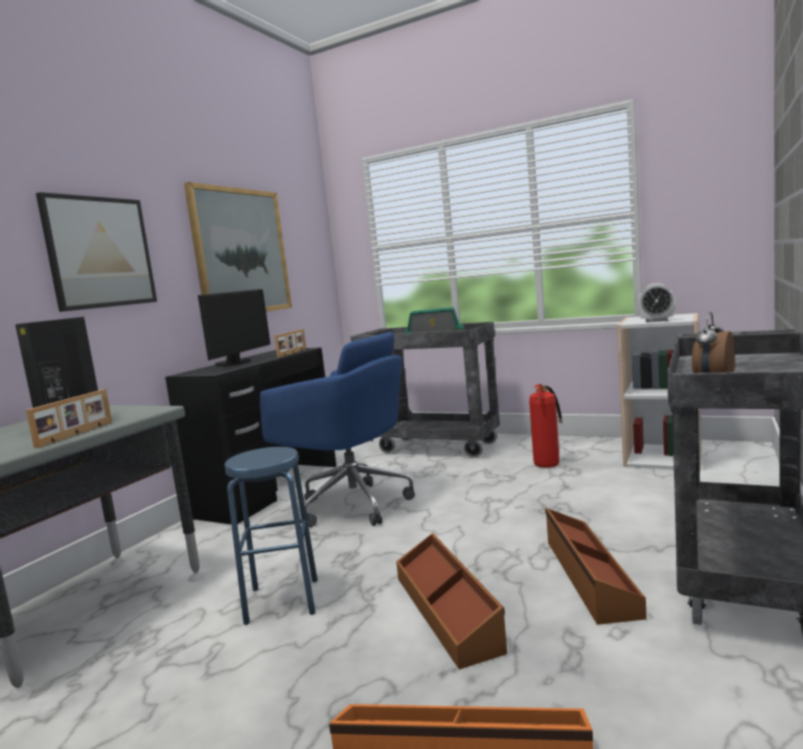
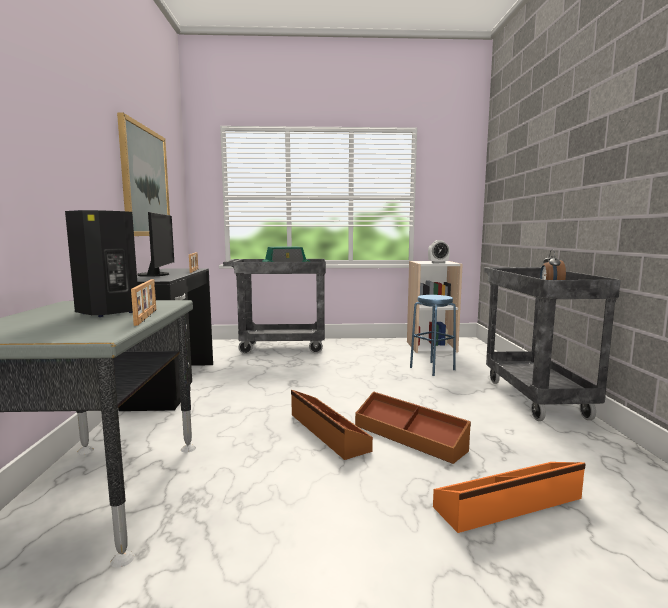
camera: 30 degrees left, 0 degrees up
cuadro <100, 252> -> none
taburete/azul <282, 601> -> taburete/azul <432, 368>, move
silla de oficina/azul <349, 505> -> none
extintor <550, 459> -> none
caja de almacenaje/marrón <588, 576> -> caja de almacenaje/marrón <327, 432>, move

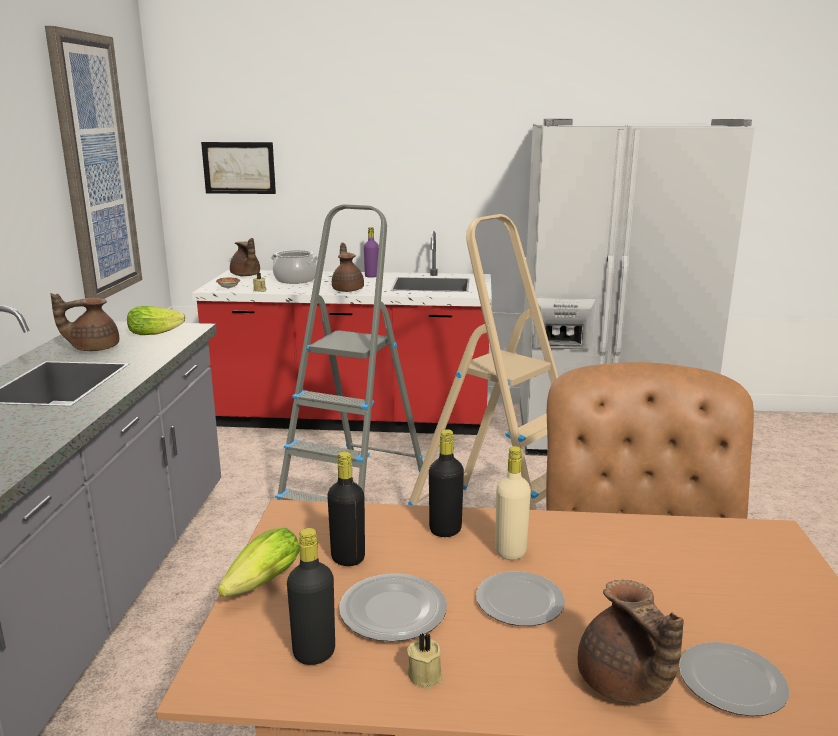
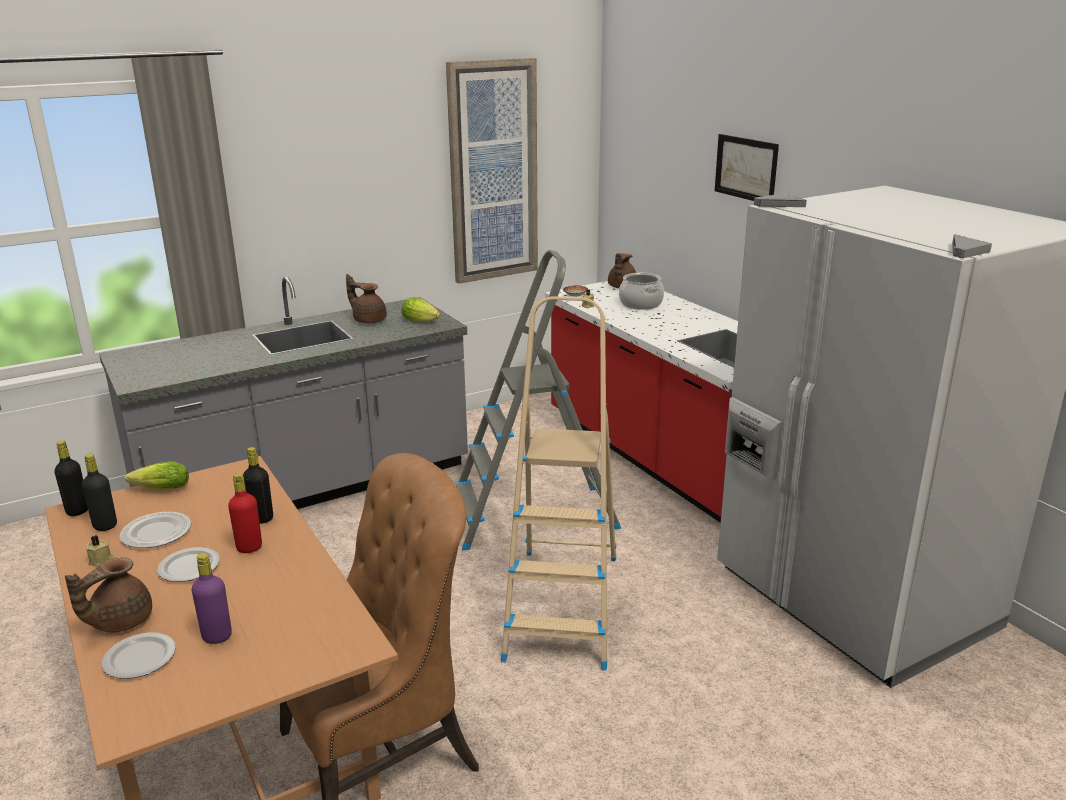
camera: 55 degrees right, 5 degrees up
cuadro <239, 168> -> cuadro <746, 168>, move
botella/negro <348, 558> -> botella/negro <77, 511>, move
tetera/marrón <348, 290> -> none
botella/morado <371, 276> -> botella/morado <217, 636>, move
botella/beis <510, 552> -> botella/rojo <249, 547>

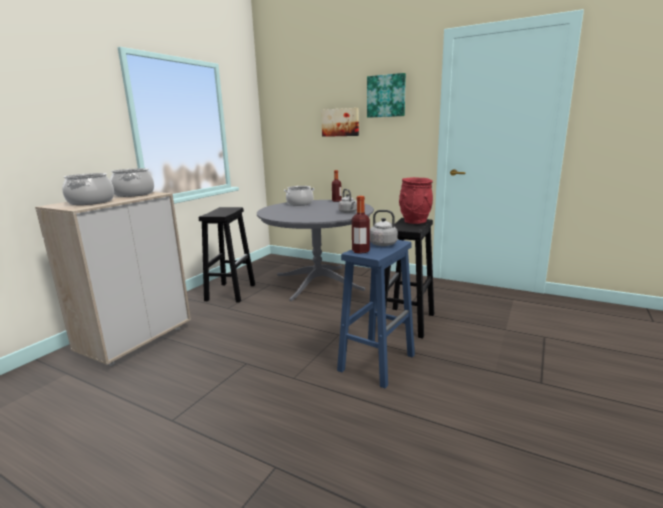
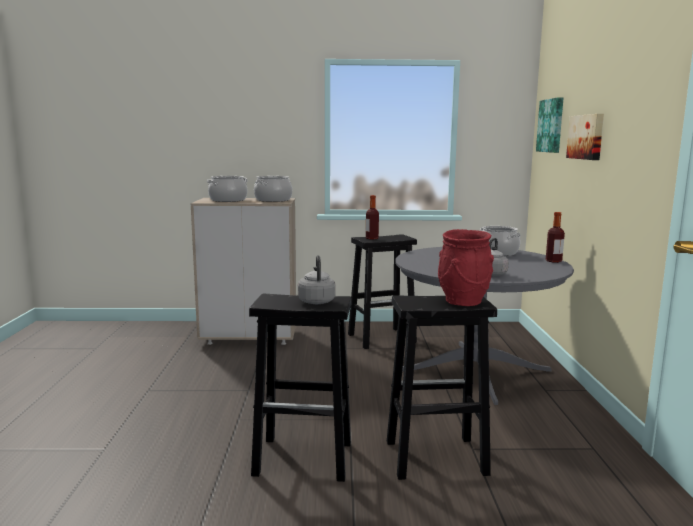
camera: 60 degrees right, 5 degrees down
taburete/azul <377, 362> -> taburete/negro <305, 458>
botella <360, 251> -> botella <372, 238>, move
cuadro <386, 96> -> cuadro <551, 125>, move

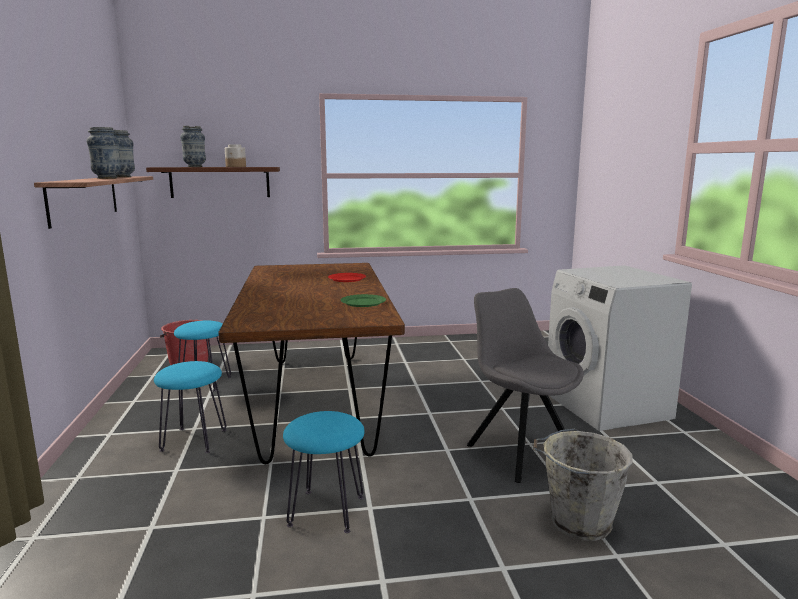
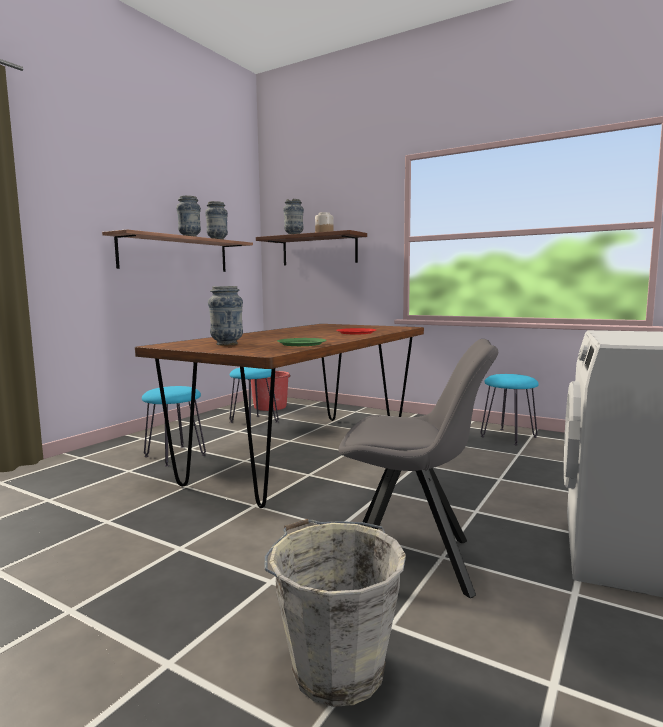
camera: 40 degrees right, 5 degrees down
taburete/turquesa <326, 511> -> taburete/turquesa <508, 437>, move
silla/gris <520, 452> -> silla/gris <411, 561>, 90 degrees clockwise
none -> florero <227, 344>

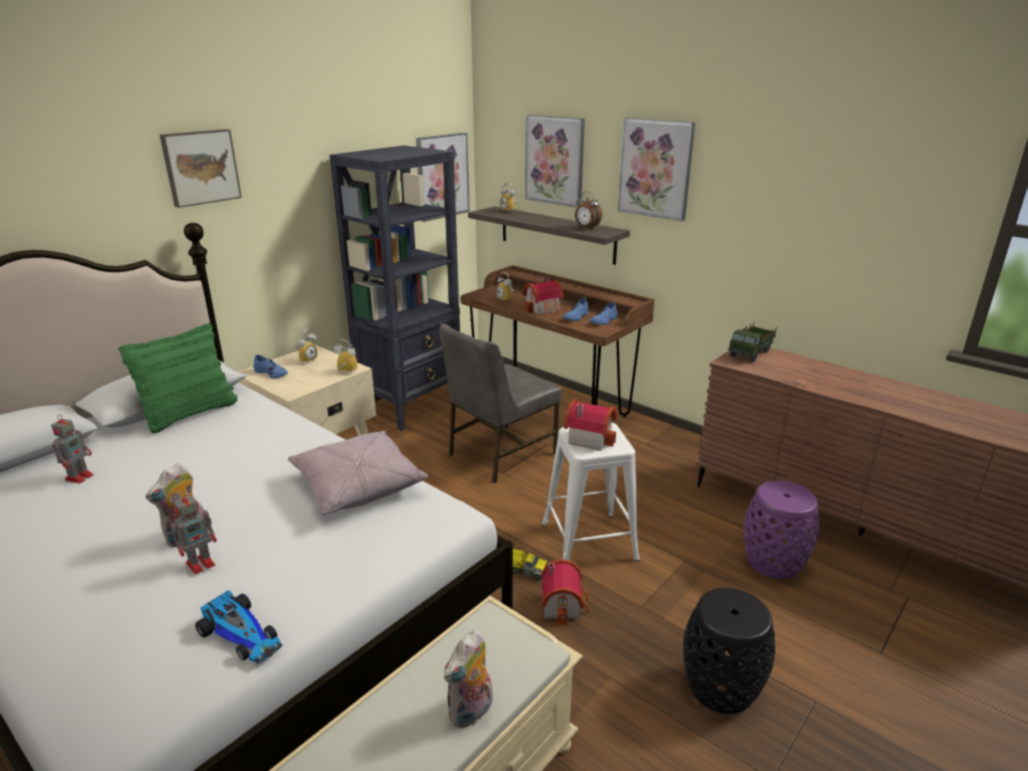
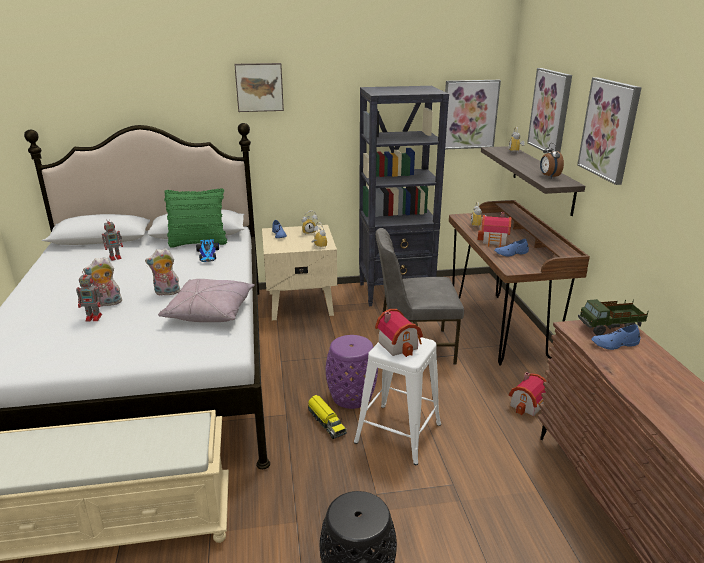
camera: 40 degrees right, 0 degrees up
coche de juguete <243, 634> -> coche de juguete <208, 255>, move
peluche <471, 712> -> peluche <166, 293>, move
casita <564, 604> -> casita <530, 405>, move
zapato/azul <603, 321> -> zapato/azul <614, 344>, move
taburete/morado <773, 562> -> taburete/morado <351, 397>, move

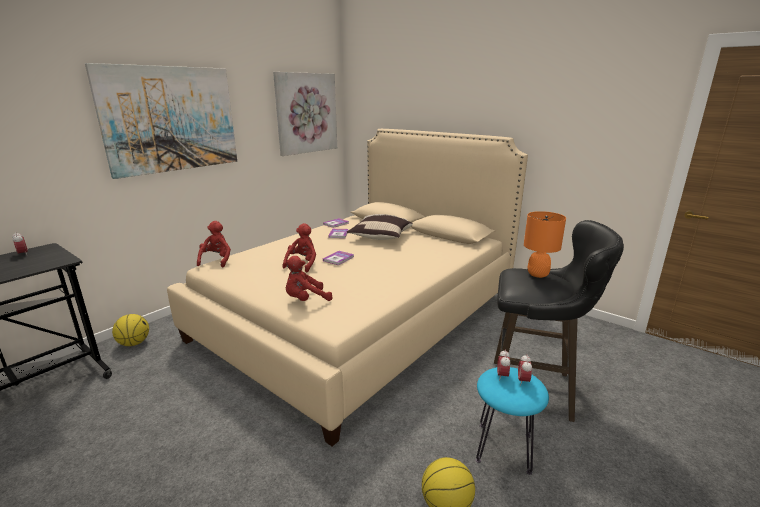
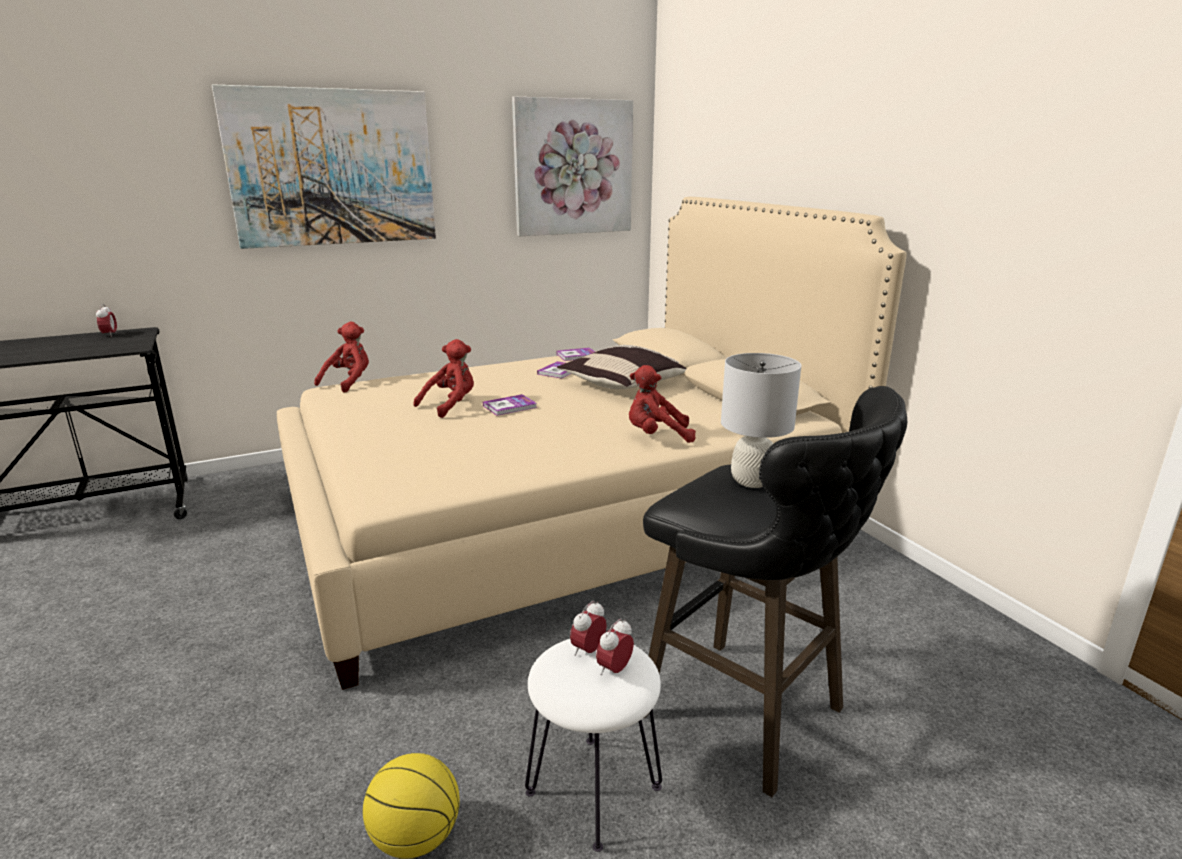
camera: 25 degrees right, 0 degrees up
balón de baloncesto <134, 343> -> none
peluche/rojo <306, 300> -> peluche/rojo <656, 436>, move
taburete/turquesa <504, 448> -> taburete/blanco <593, 790>
lámpara de mesa/naranja <538, 275> -> lámpara de mesa/gris <754, 483>

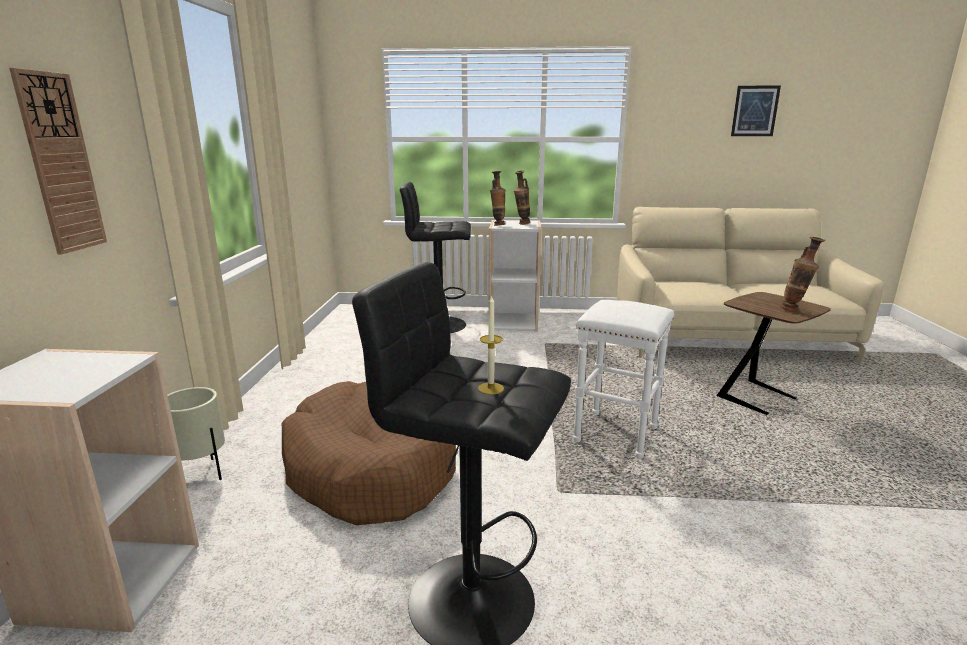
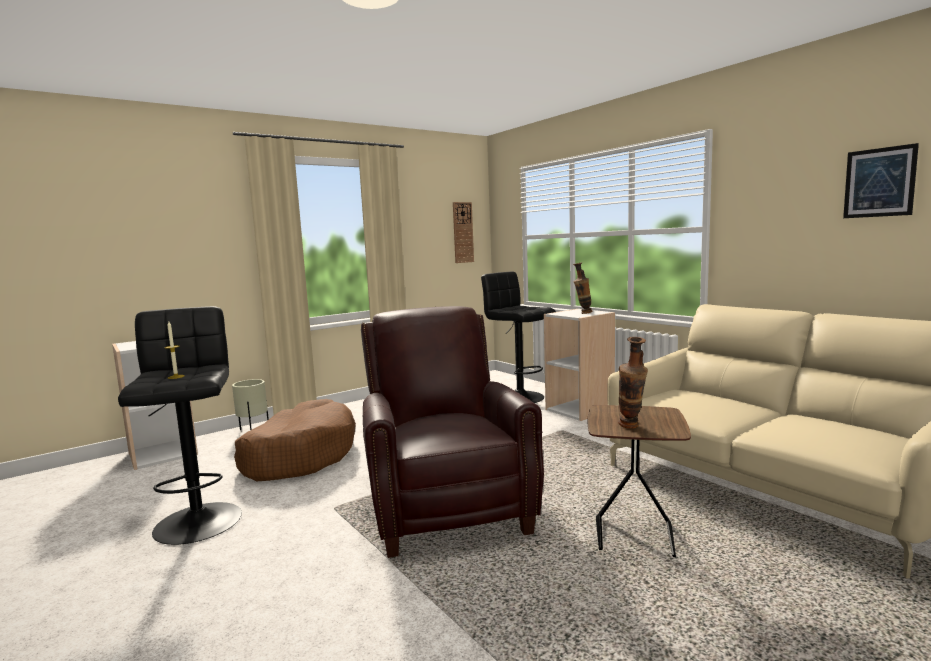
camera: 50 degrees right, 10 degrees down
reloj de pared <60, 163> -> reloj de pared <463, 232>, move
florero <498, 225> -> none
taburete/blanco <614, 433> -> sillón/marrón <445, 499>

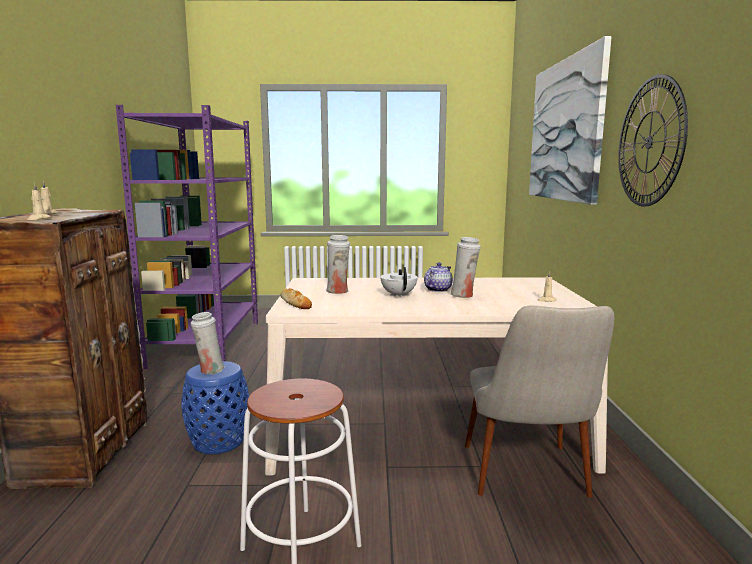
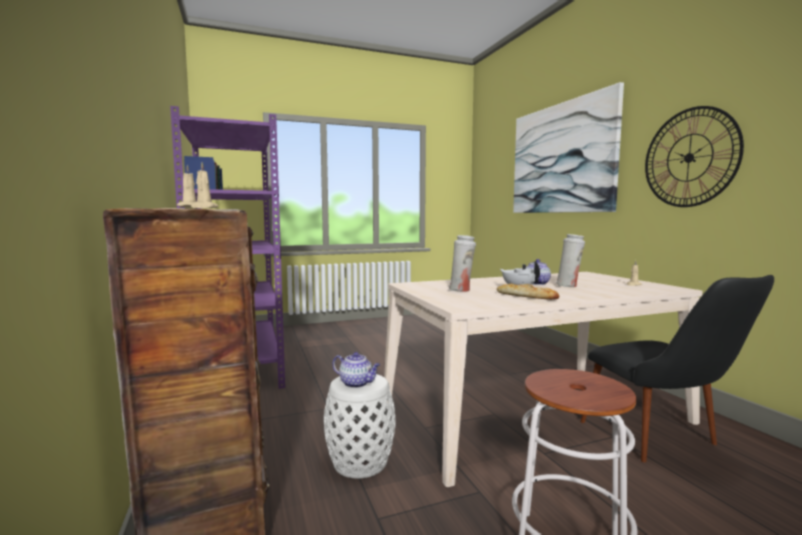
camera: 20 degrees left, 5 degrees down
taburete/azul <219, 442> -> taburete/blanco <360, 462>
florero/blanco <209, 370> -> tetera <357, 383>
pan <295, 303> -> pan <526, 296>, move
silla/beis <529, 482> -> silla/negro <663, 442>

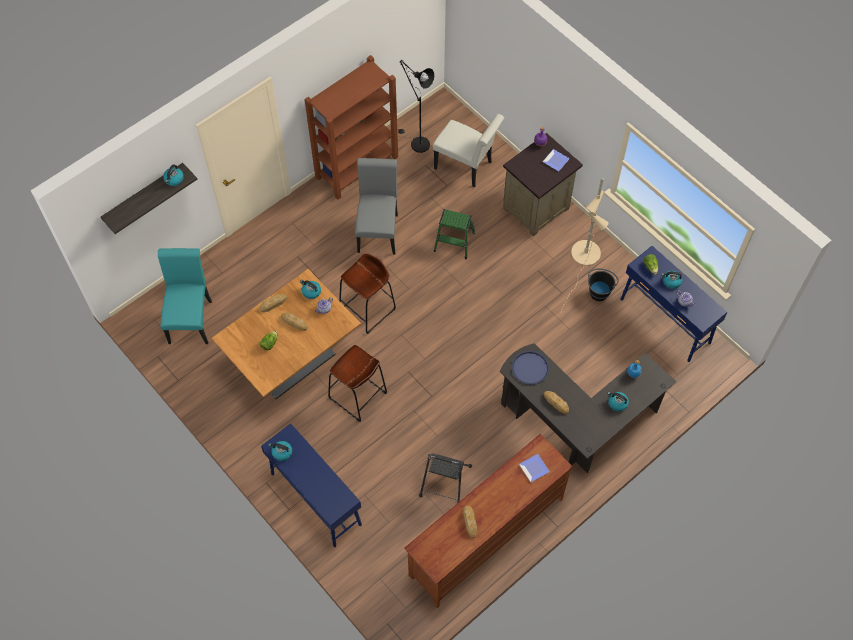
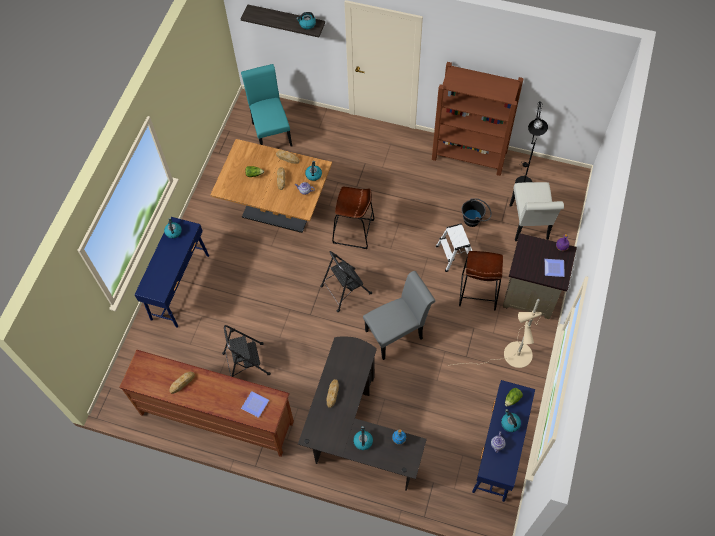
camera: 60 degrees right, 0 degrees up
silla/turquesa <191, 318> -> silla/turquesa <271, 131>, 75 degrees counterclockwise
taburete/marrón <357, 395> -> taburete/marrón <478, 292>, move
silla/gris <378, 229> -> silla/gris <397, 333>, move
escalera de tijera/verde <454, 241> -> escalera de tijera/blanco <455, 255>
bandeja/azul <530, 368> -> none
cubo/negro <600, 290> -> cubo/negro <475, 219>, move
none -> escalera de tijera/negro <344, 290>

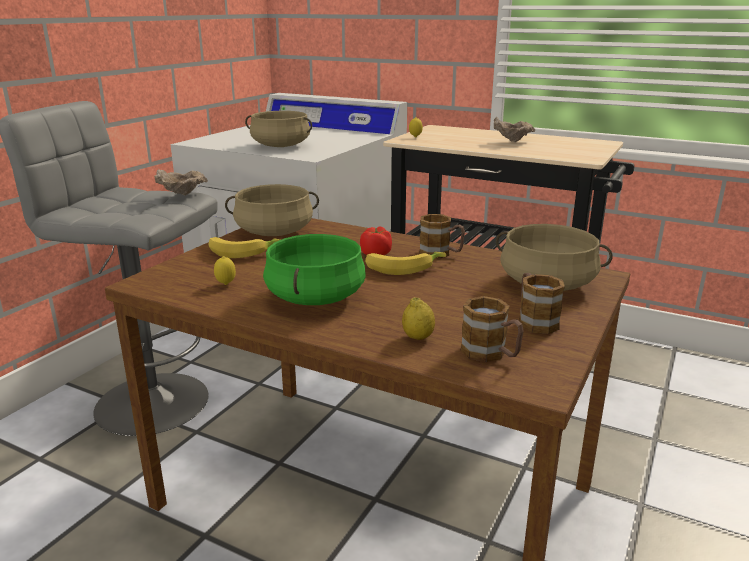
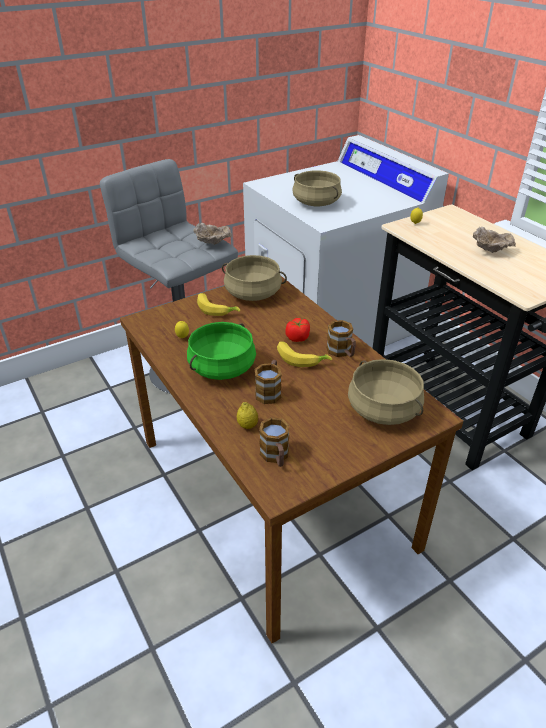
camera: 30 degrees right, 15 degrees up
taza grande <534, 320> -> taza grande <269, 391>, move

